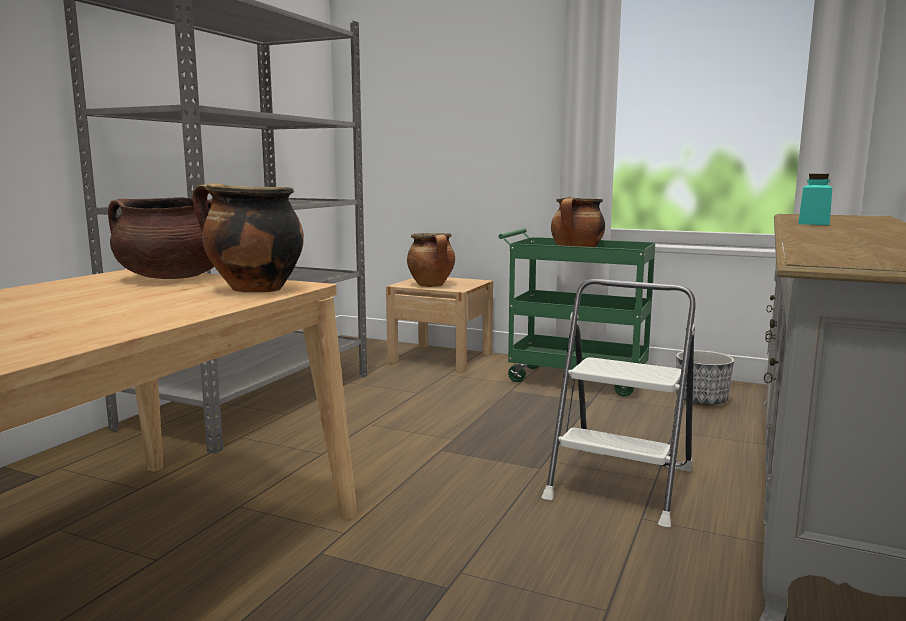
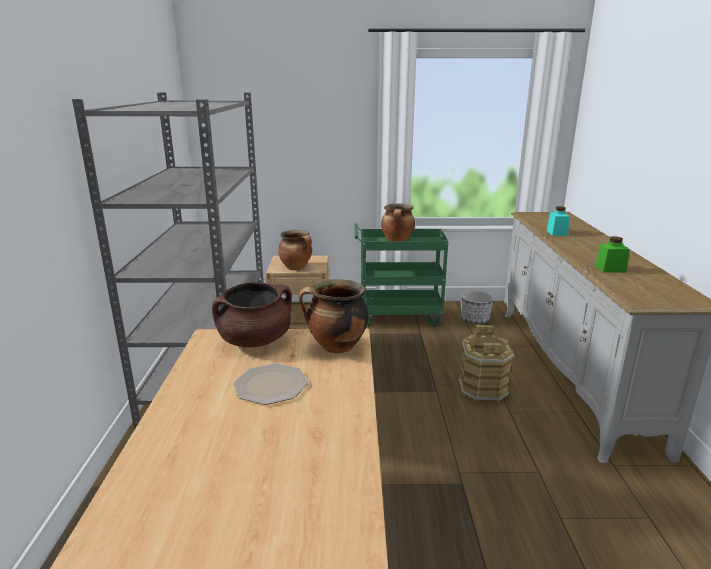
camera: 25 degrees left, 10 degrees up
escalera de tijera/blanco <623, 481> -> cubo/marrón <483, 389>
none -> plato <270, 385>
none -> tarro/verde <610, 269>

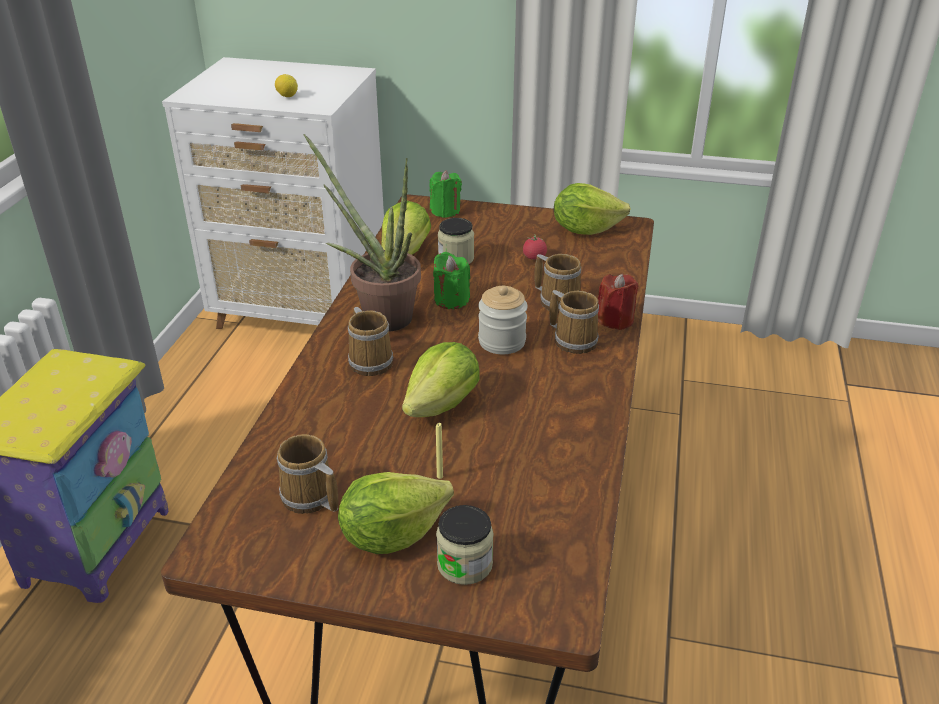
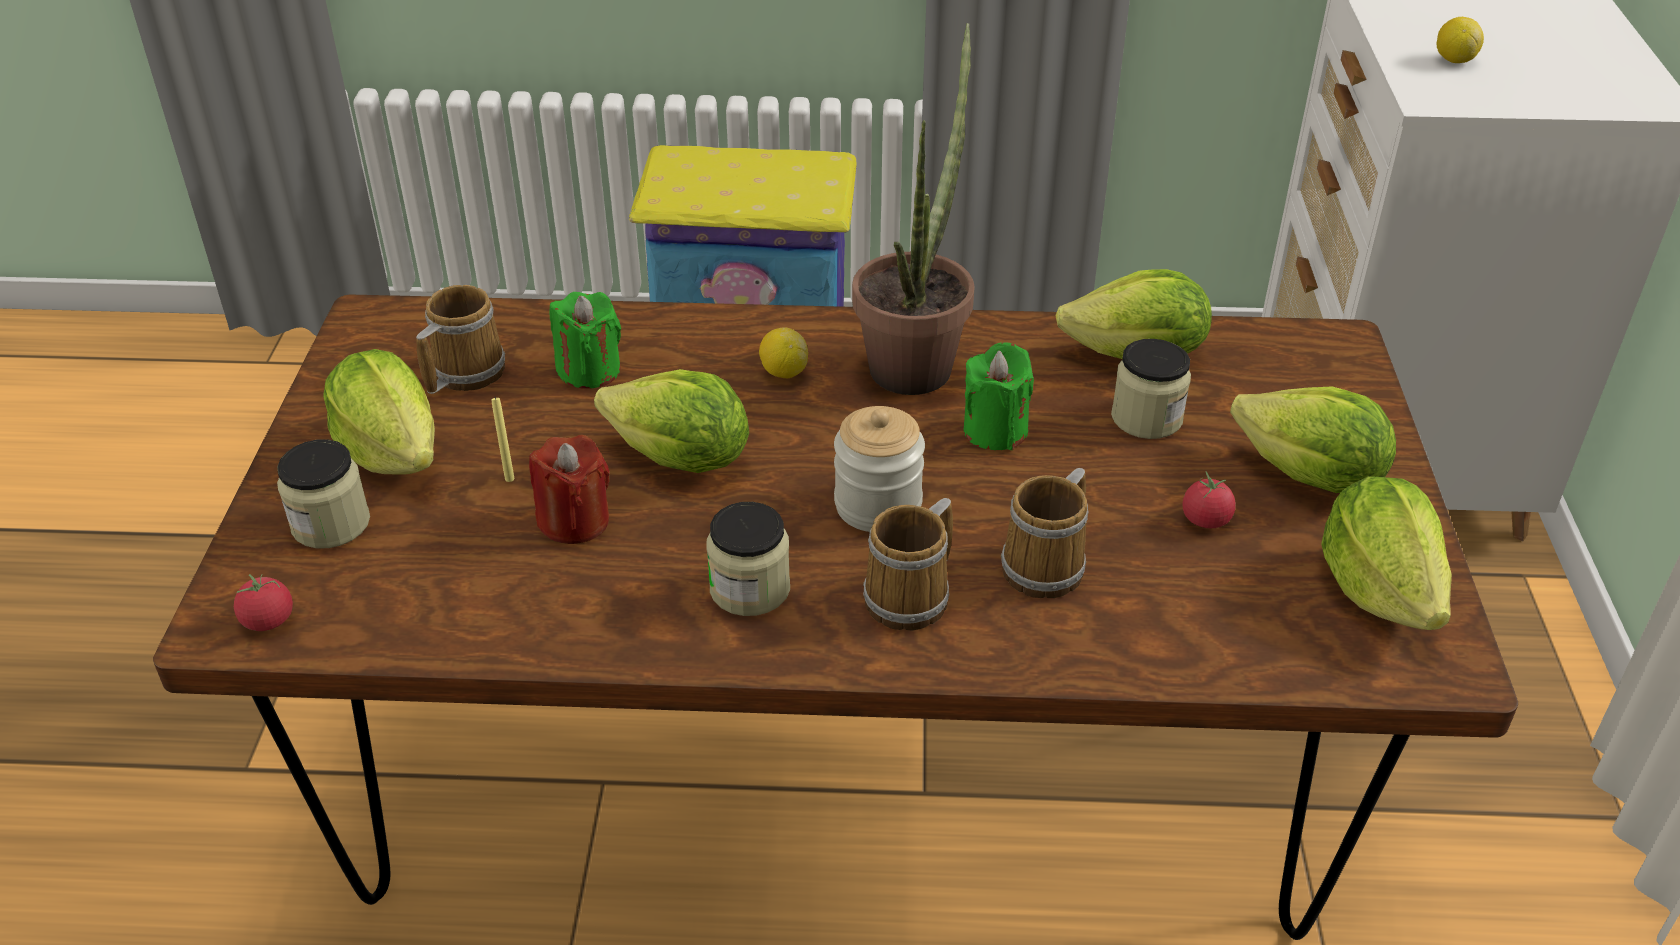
camera: 80 degrees right, 5 degrees up
taza grande <371, 360> -> limón <784, 372>
vela/verde <445, 211> -> vela/verde <589, 370>, move
vela/rojo <615, 320> -> vela/rojo <574, 521>, move
none -> tomate <268, 620>
none -> tarro <750, 589>
none -> lechuga <1309, 477>

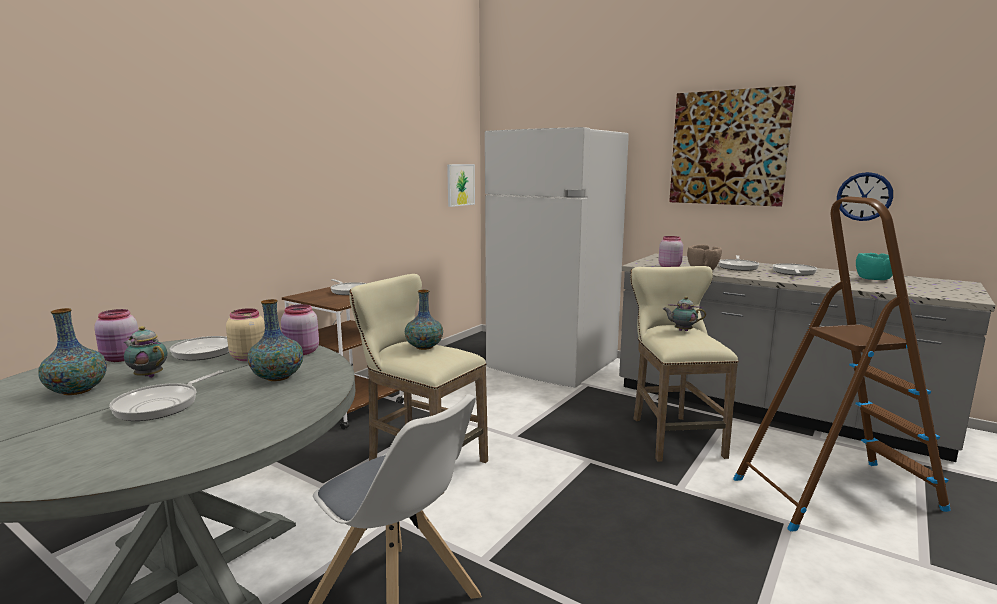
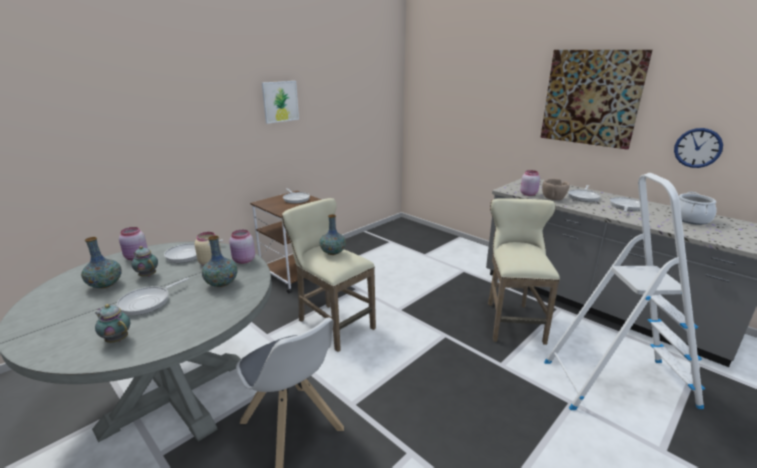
camera: 10 degrees right, 10 degrees up
cuadro <460, 185> -> cuadro <280, 101>, move
nevera/blanco <552, 363> -> none
tetera <682, 330> -> tetera <117, 339>, move
escalera de tijera/marrón <837, 493> -> escalera de tijera/blanco <619, 383>
cuenco/turquesa <874, 279> -> olla <690, 219>

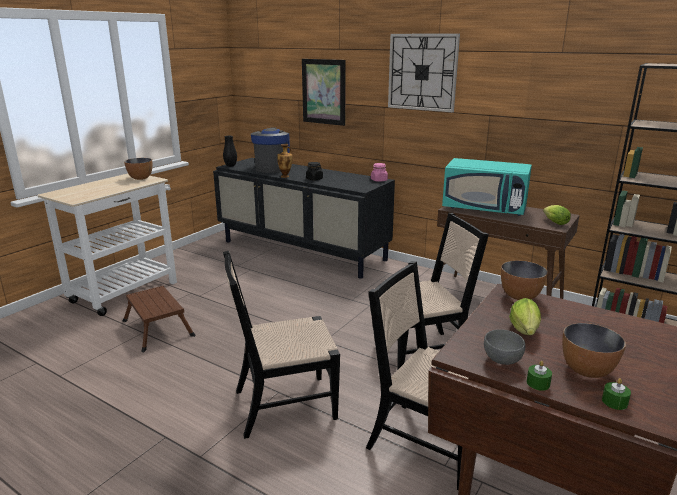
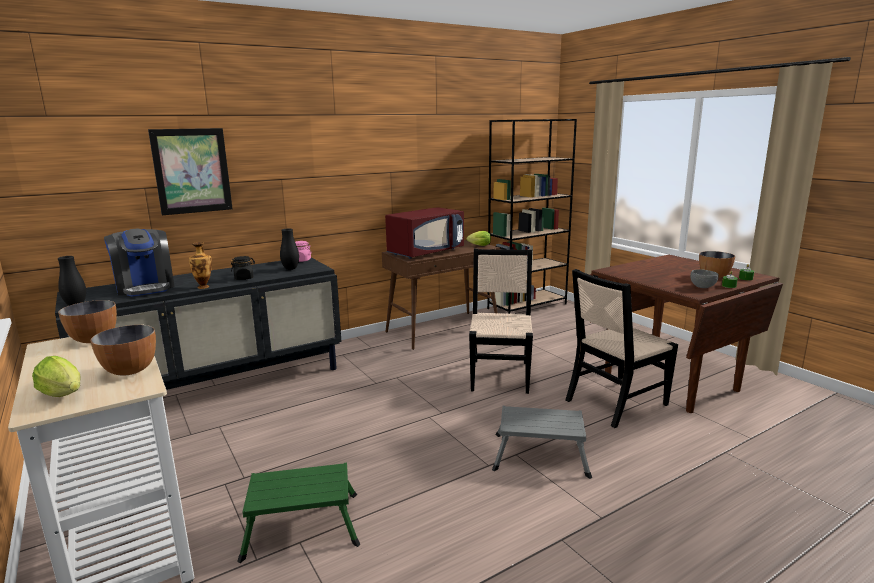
camera: 65 degrees left, 5 degrees down
escalera de tijera/marrón <158, 328> -> escalera de tijera/verde <301, 525>
silla <284, 405> -> escalera de tijera/gris <539, 454>
cafetera <272, 167> -> cafetera <145, 288>, 150 degrees counterclockwise
reloj de pared <422, 72> -> none
microondas/turquesa <485, 209> -> microondas/rojo <426, 252>
cuenco <520, 297> -> cuenco <130, 371>, move
lechuga <524, 332> -> lechuga <64, 395>, move
none -> florero/negro <290, 269>

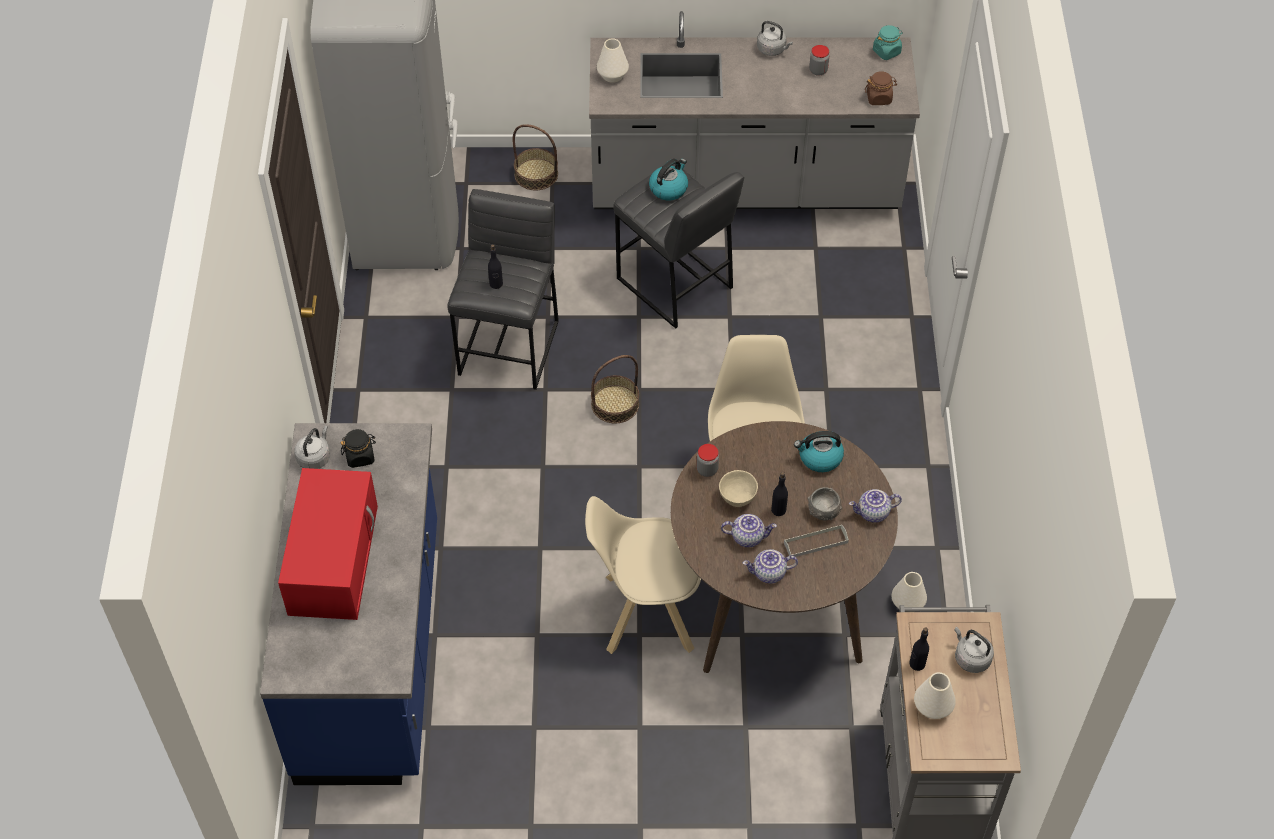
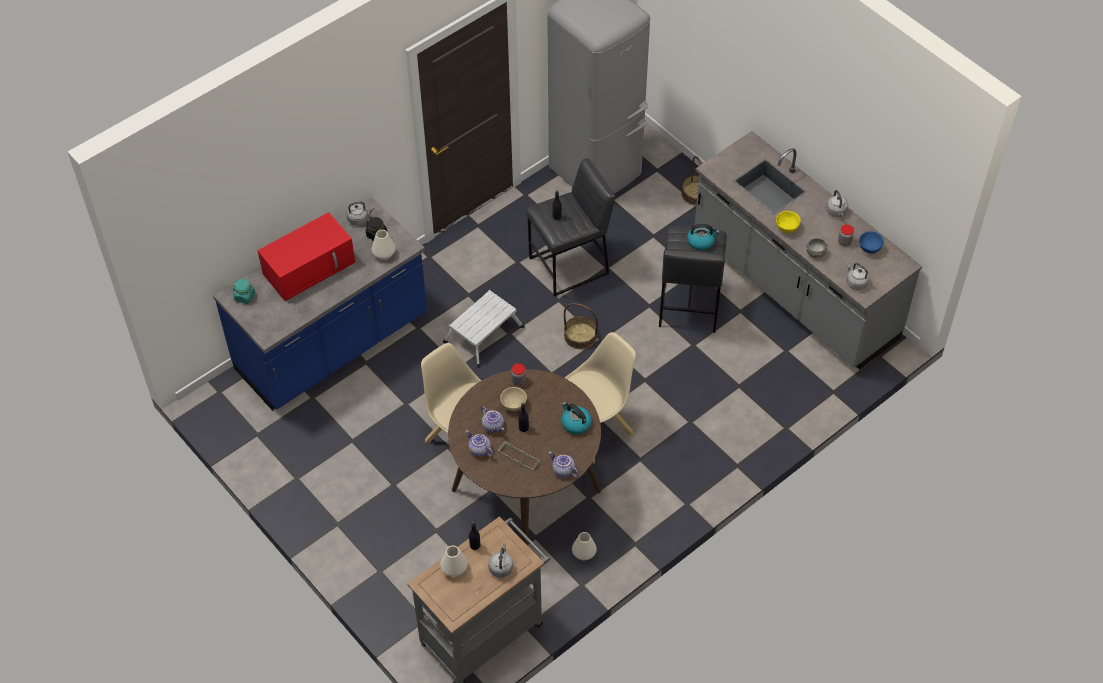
camera: 50 degrees right, 0 degrees up
florero/blanco <612, 75> -> florero/blanco <384, 254>, move
cuenco/gris <823, 511> -> cuenco/gris <815, 253>, move
tarro/marrón <879, 98> -> hervidor/gris <856, 282>
tarro/turquesa <886, 51> -> tarro/turquesa <245, 297>, move
none -> escalera de tijera/blanco <484, 334>
none -> cuenco/amarillo <786, 228>
none -> cuenco/azul <869, 249>

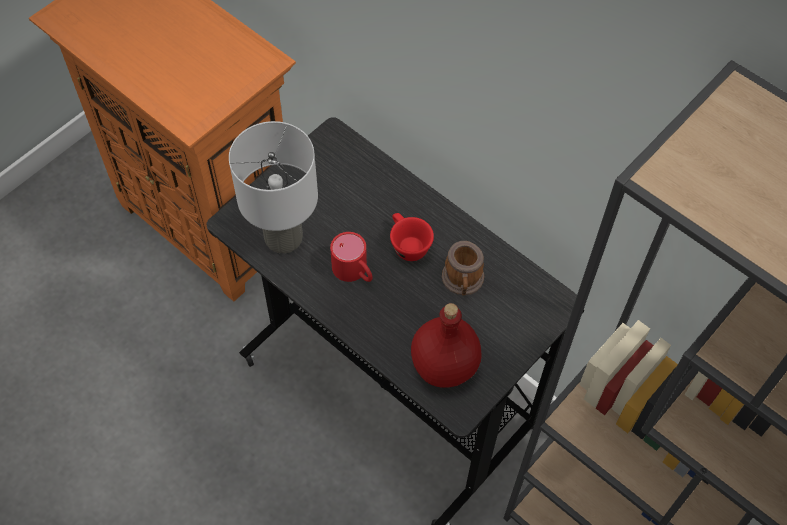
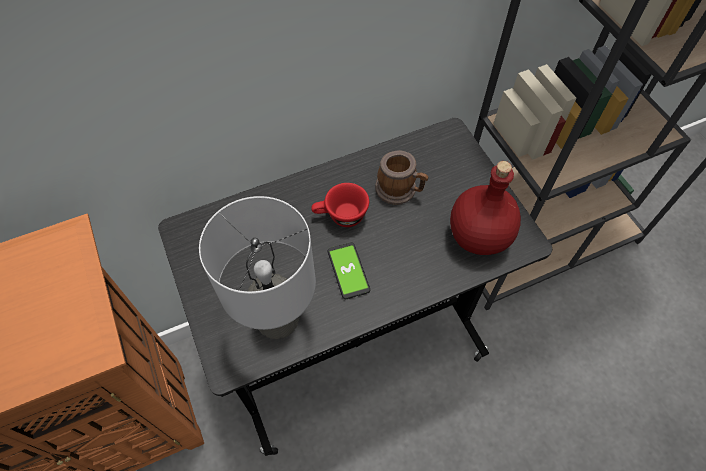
camera: 65 degrees left, 0 degrees up
taza grande/rojo <354, 272> -> móvil <348, 271>

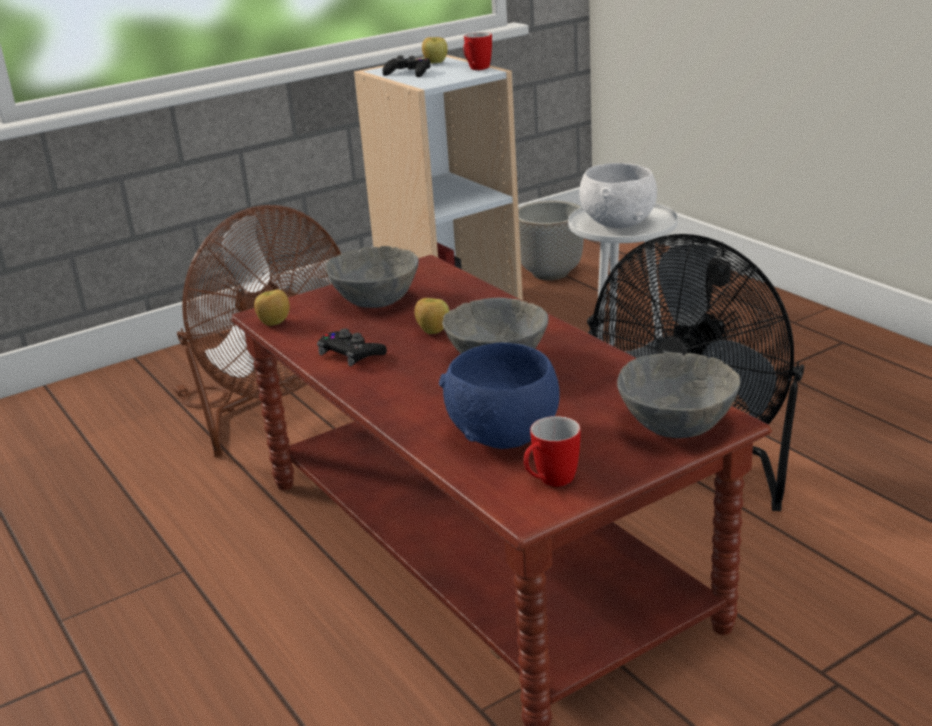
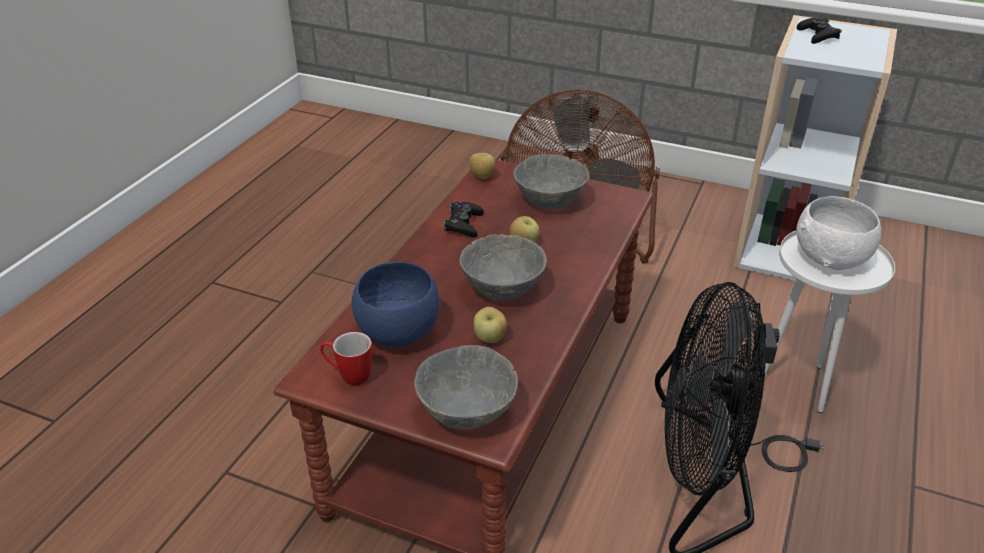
camera: 55 degrees right, 10 degrees up
manzana <436, 63> -> manzana <490, 339>, move
taza grande <476, 69> -> none
maceta <551, 273> -> none

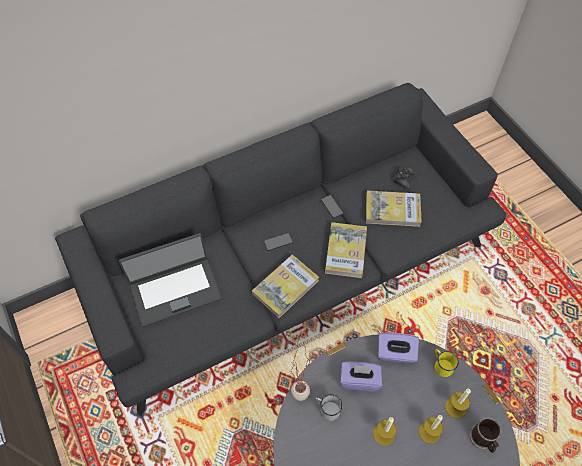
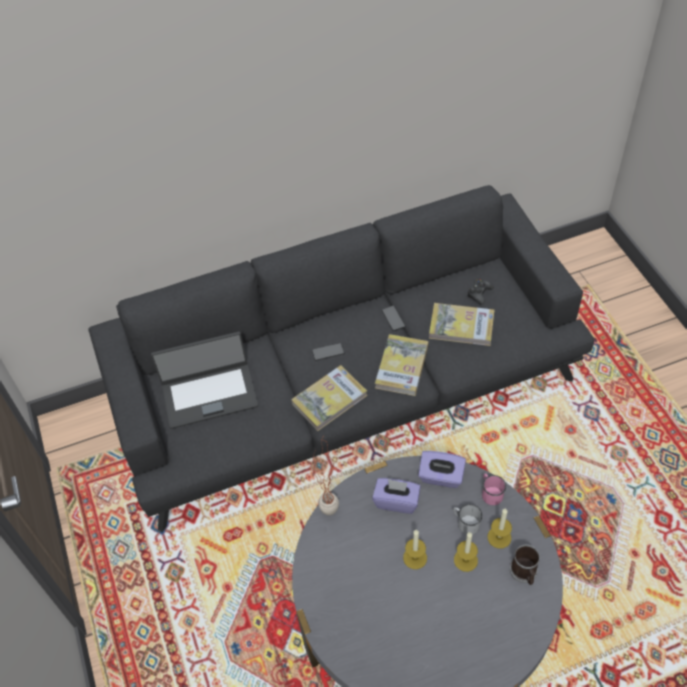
camera: 10 degrees right, 5 degrees down
taza grande/blanco <327, 409> -> taza grande/blanco <465, 523>, move
taza grande/amarillo <441, 365> -> taza grande/rosa <490, 493>

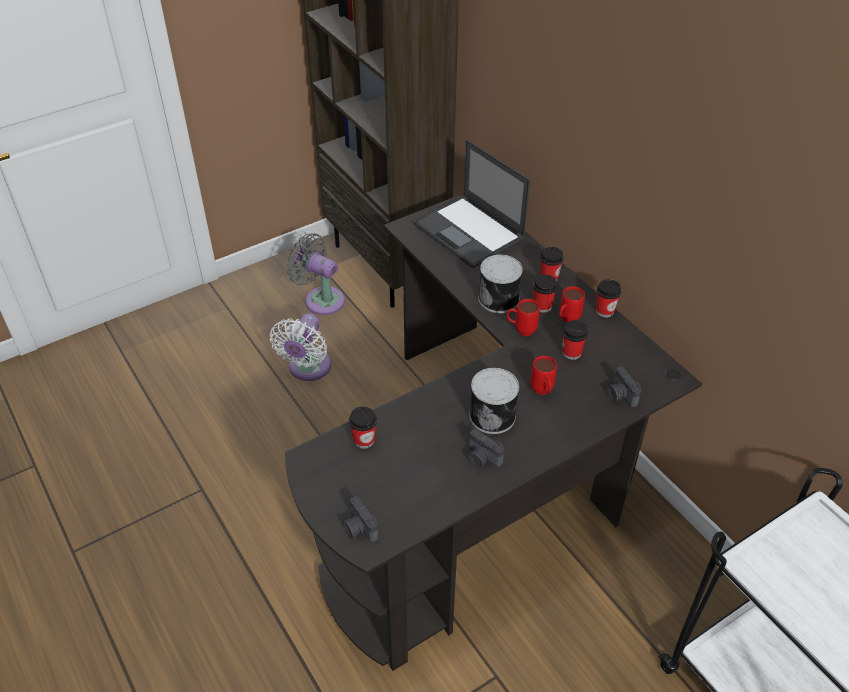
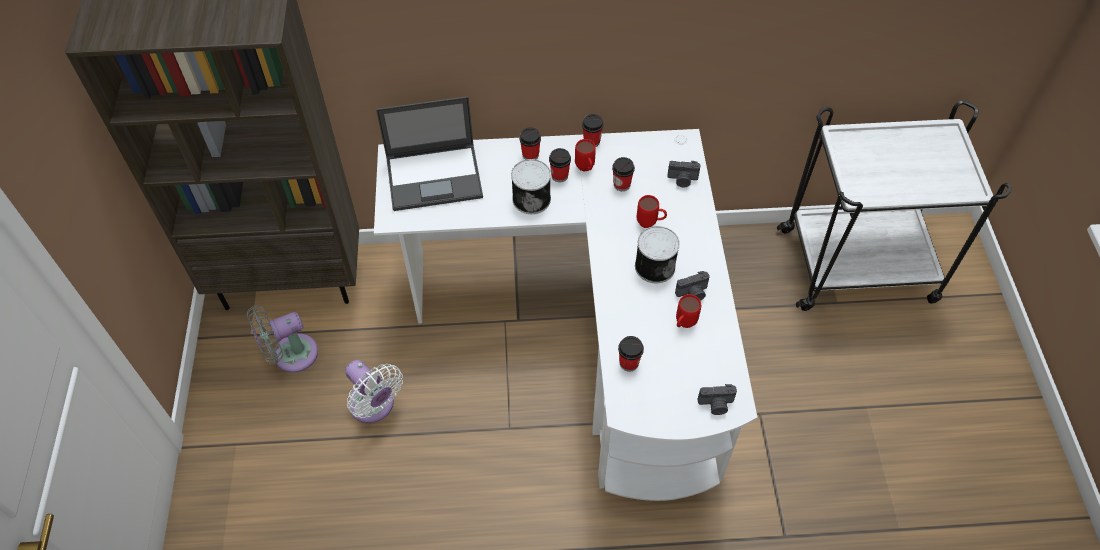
camera: 60 degrees left, 10 degrees up
escritorio/negro <484, 481> -> escritorio/blanco <588, 332>
taza grande/rojo <521, 330> -> taza grande/rojo <683, 324>, move

